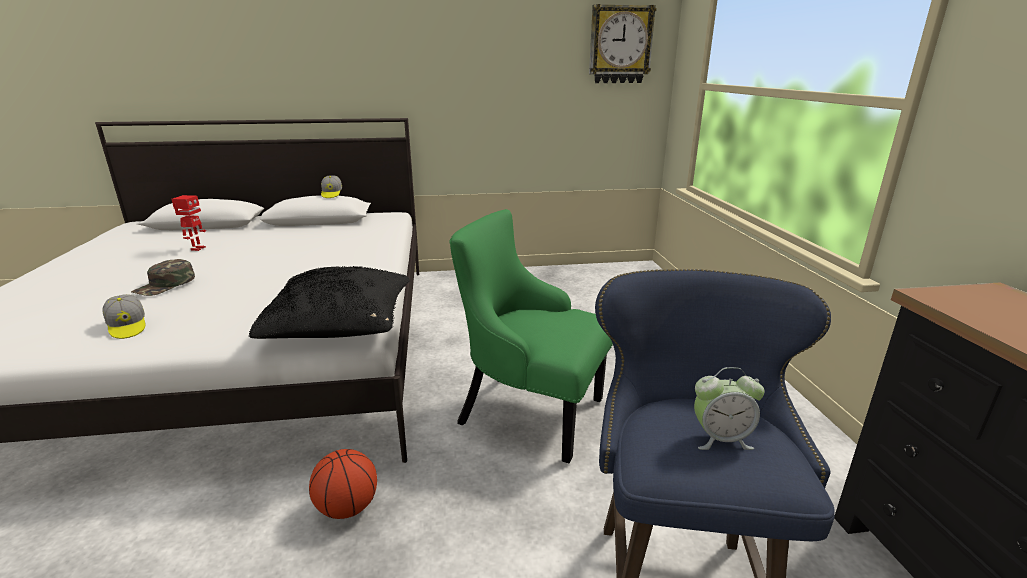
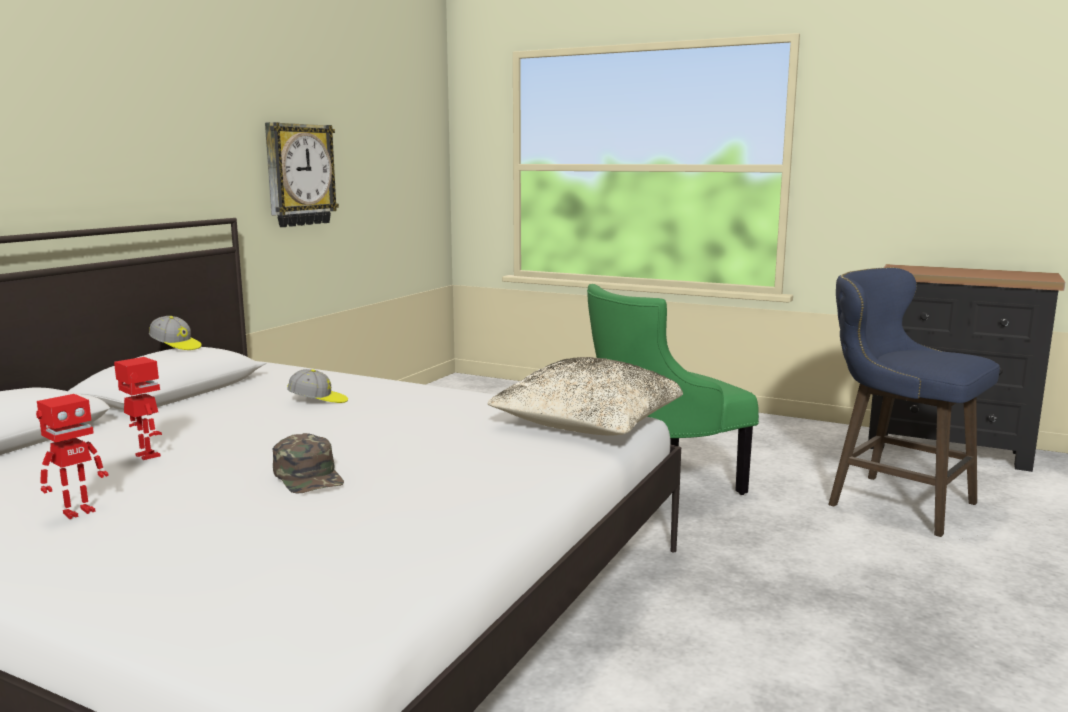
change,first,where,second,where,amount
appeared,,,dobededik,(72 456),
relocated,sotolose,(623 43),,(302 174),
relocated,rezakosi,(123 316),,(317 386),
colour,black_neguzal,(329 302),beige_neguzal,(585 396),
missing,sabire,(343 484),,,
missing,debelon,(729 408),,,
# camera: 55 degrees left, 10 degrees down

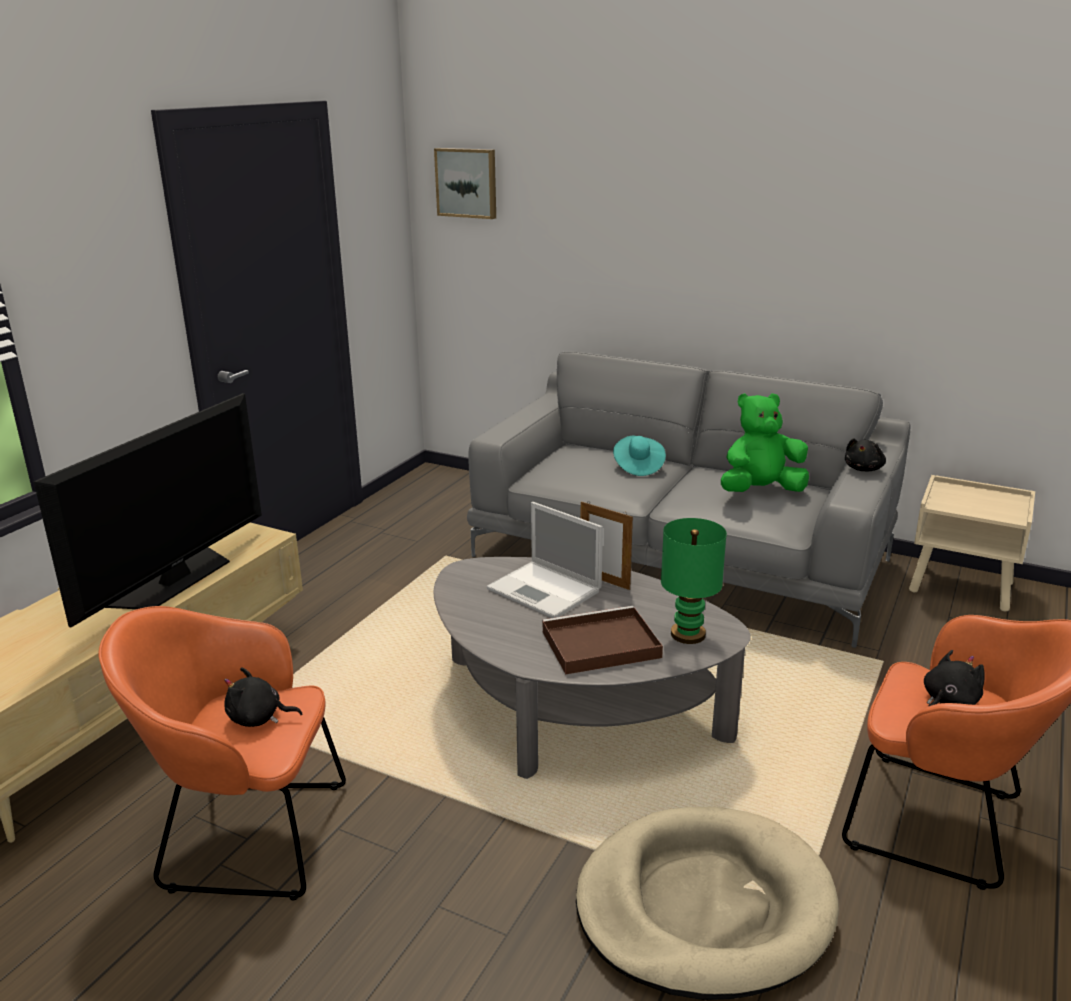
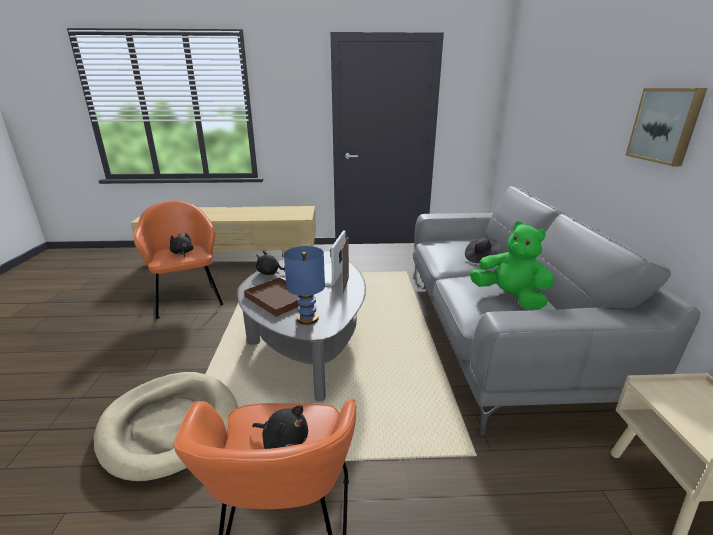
change,first,where,second,where,amount
relocated,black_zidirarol,(865 454),,(270 263),
colour,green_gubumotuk,(694 581),blue_gubumotuk,(304 285),
colour,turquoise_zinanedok,(639 456),black_zinanedok,(483 250),
relocated,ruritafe,(465 183),,(666 127),
missing,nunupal,(148 510),,,
# camera: 60 degrees right, 0 degrees up

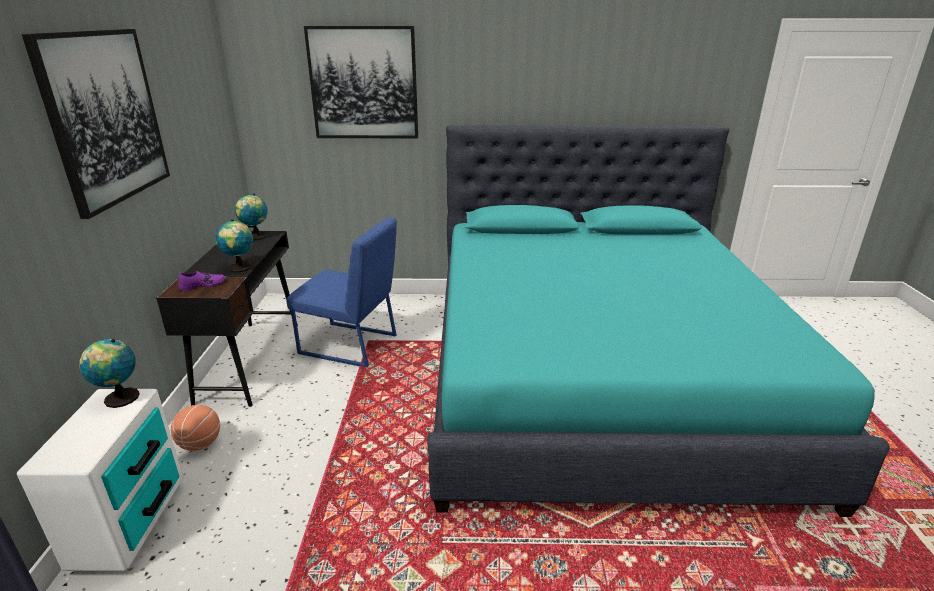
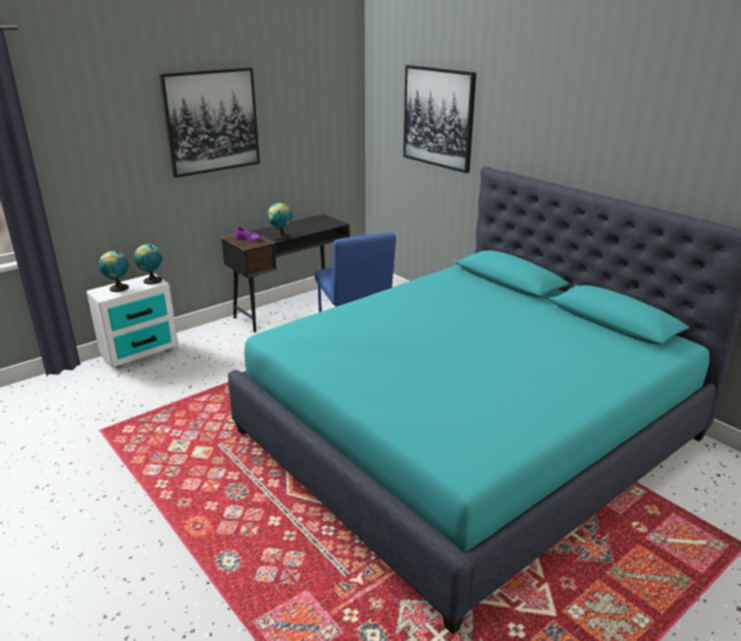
change,first,where,second,where,amount
relocated,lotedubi,(251 217),,(114 271),
missing,sabire,(195 428),,,
# camera: 50 degrees right, 0 degrees up

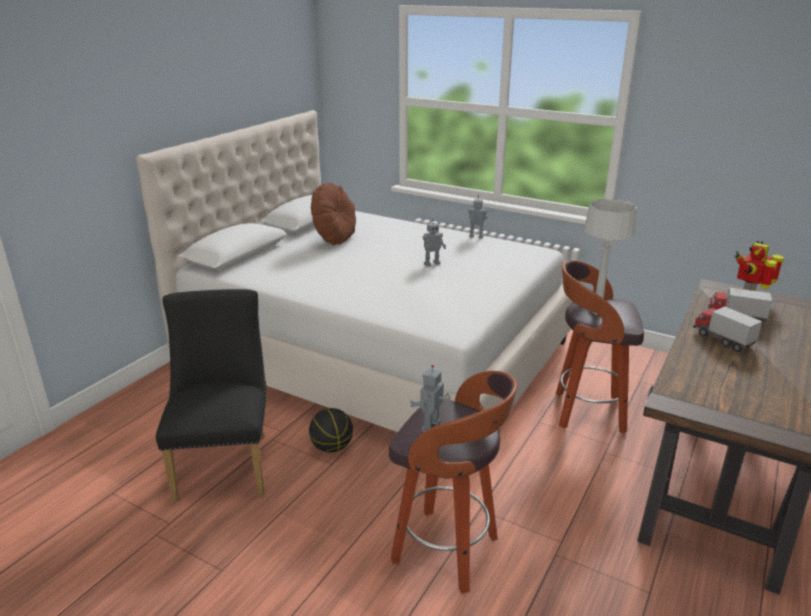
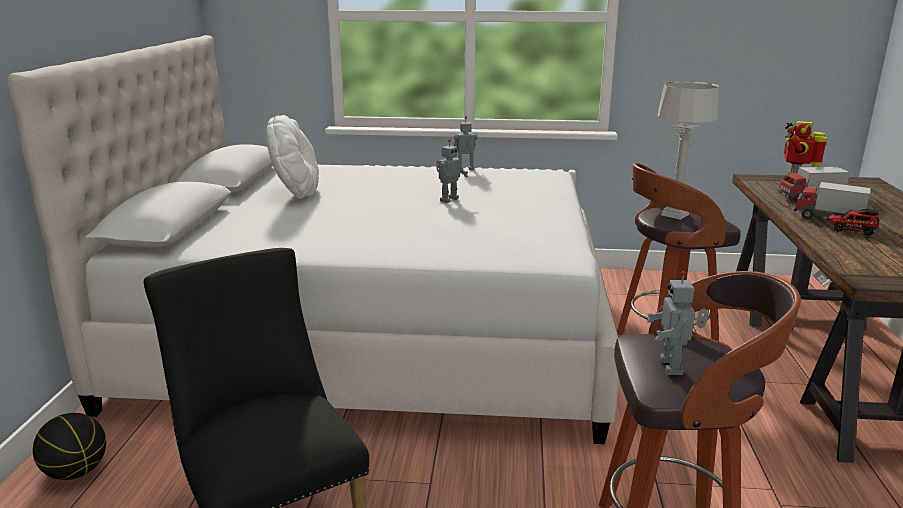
change,first,where,second,where,amount
relocated,sabire,(331 430),,(69 446),
colour,brown_neguzal,(333 214),white_neguzal,(292 157),
appeared,,,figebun,(854 222),
# camera: 25 degrees left, 5 degrees down

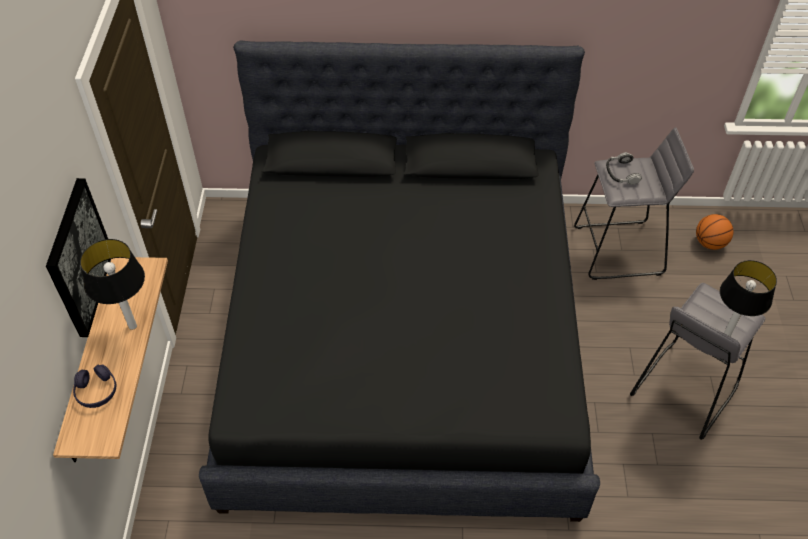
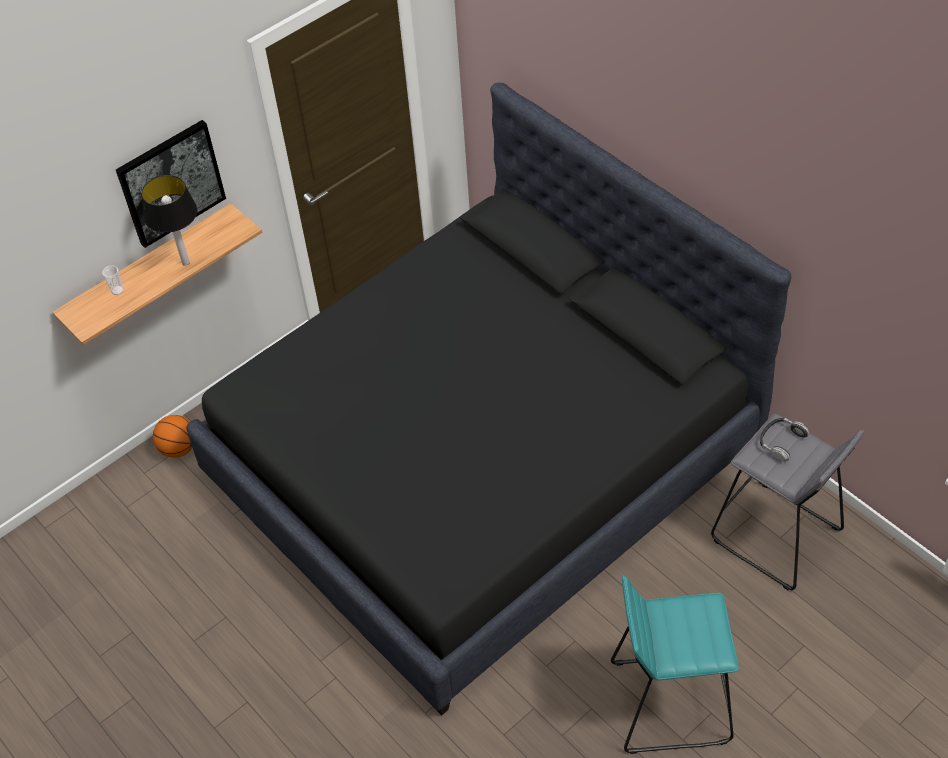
change,first,where,second,where,amount
exchanged,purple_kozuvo,(94 386),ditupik,(113 280),
relocated,sabire,(714 232),,(172 436),
colour,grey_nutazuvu,(697 361),turquoise_nutazuvu,(675 664),
missing,gubumotuk,(748 298),,,
# camera: 50 degrees right, 0 degrees up

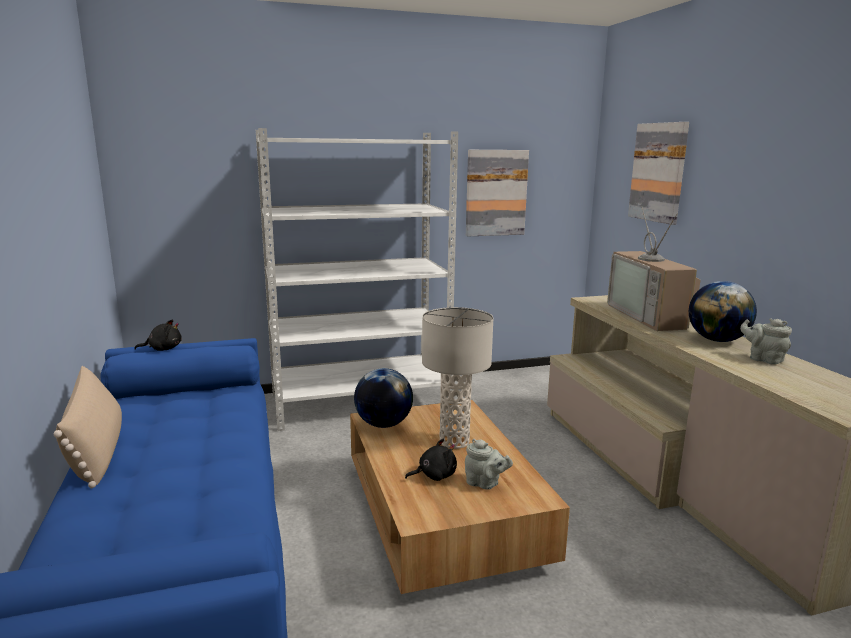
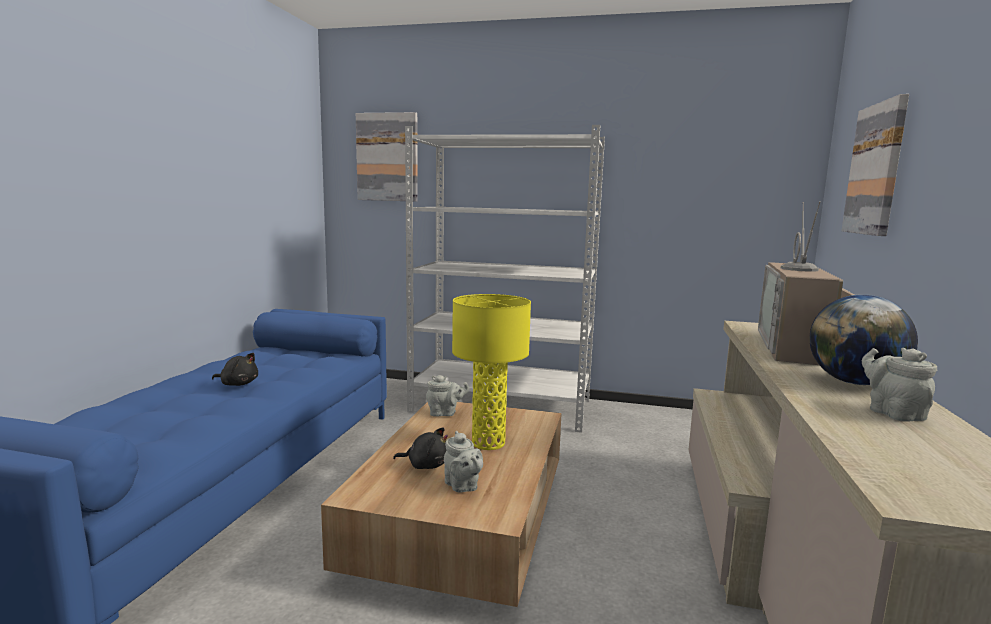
change,first,where,second,where,amount
relocated,black_zidirarol,(158 335),,(235 369),
relocated,ruritafe,(497 193),,(387 157),
exchanged,lotedubi,(383 398),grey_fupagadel,(447 396),
colour,white_gubumotuk,(457 378),yellow_gubumotuk,(491 372),
missing,beige_neguzal,(88 427),,,
# camera: 30 degrees right, 5 degrees down

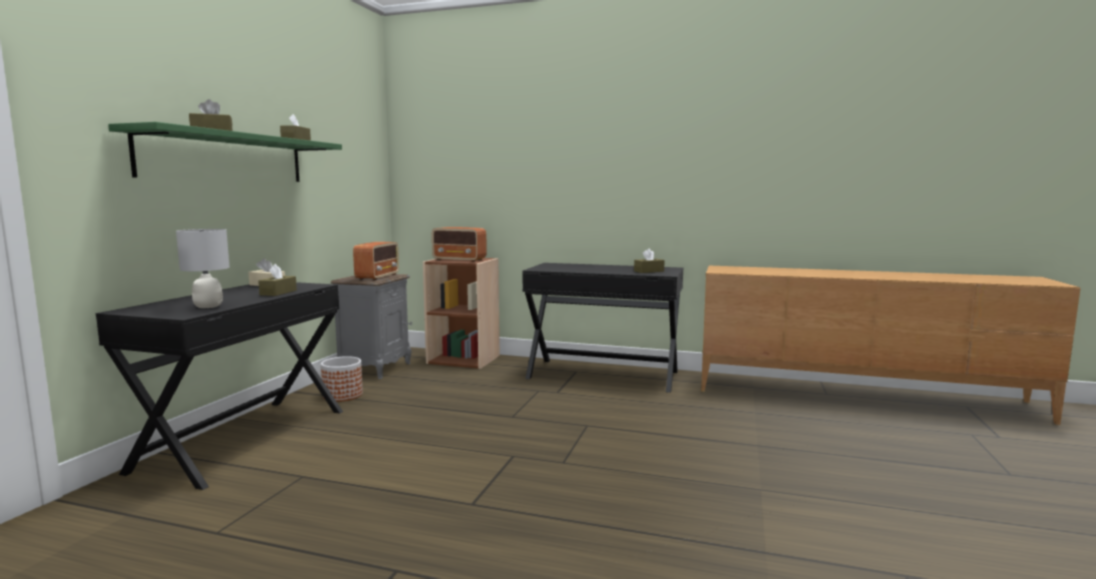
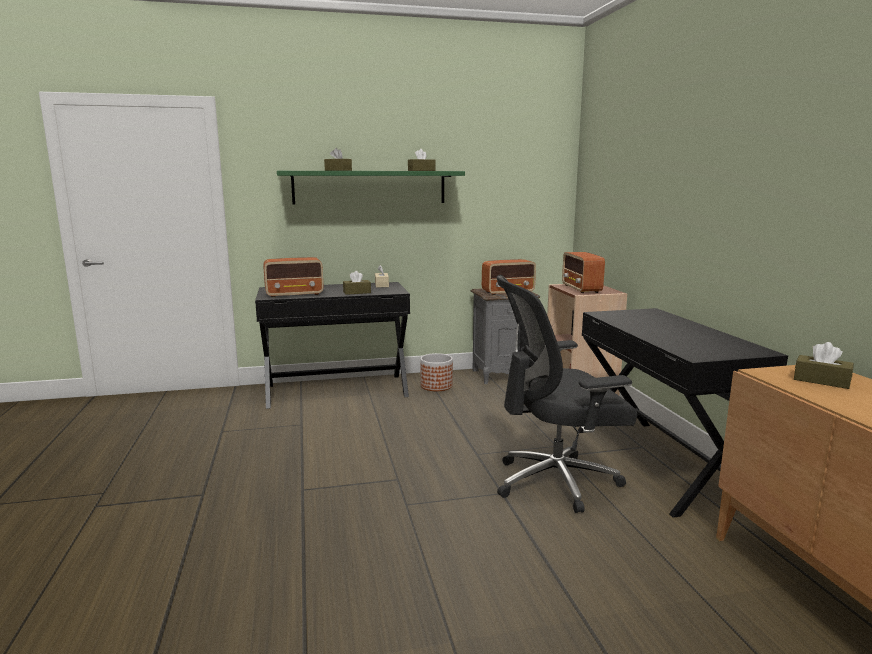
change,first,where,second,where,amount
exchanged,grey_gubumotuk,(203 268),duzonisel,(293 277),
appeared,,,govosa,(567 394),
relocated,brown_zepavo,(649 260),,(824 365),
# camera: 60 degrees right, 5 degrees up

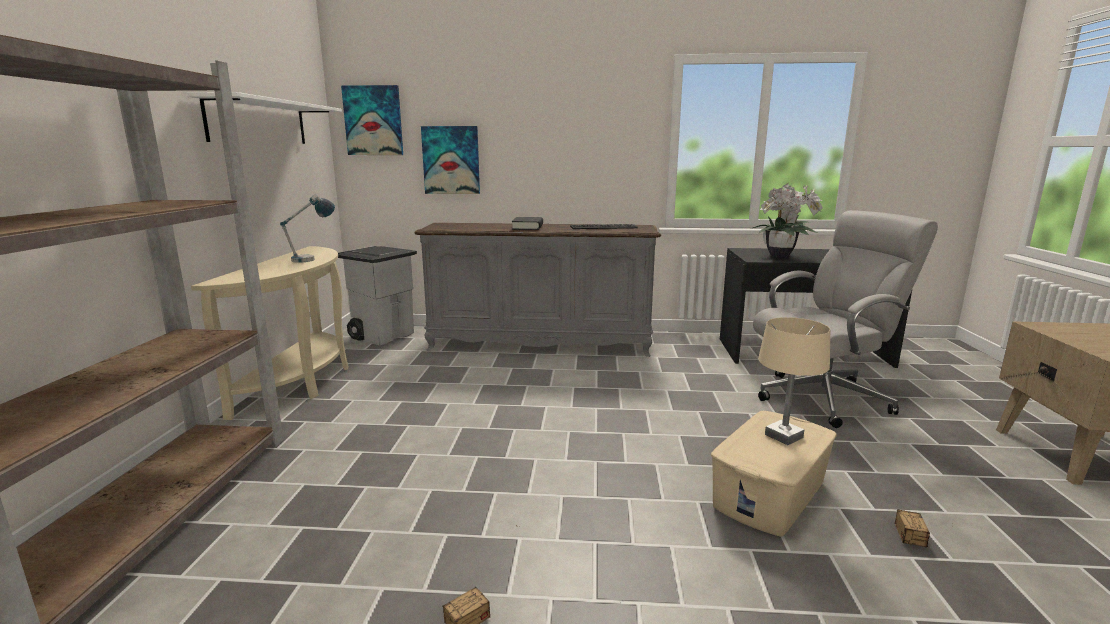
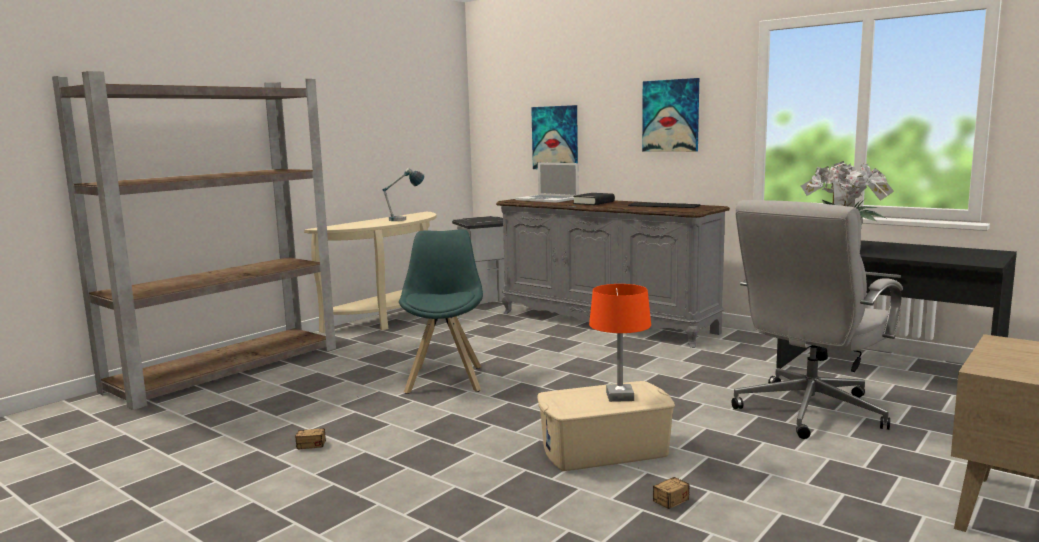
change,first,where,second,where,amount
appeared,,,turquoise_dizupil,(441 311),
appeared,,,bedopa,(547 182),
colour,beige_gubumotuk,(794 381),orange_gubumotuk,(620 343),
relocated,ruritafe,(372 120),,(670 115),
spun,grey_govosa,(845 319),,(817 319),120 degrees clockwise
missing,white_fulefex,(264 118),,,
# camera: 35 degrees right, 5 degrees down

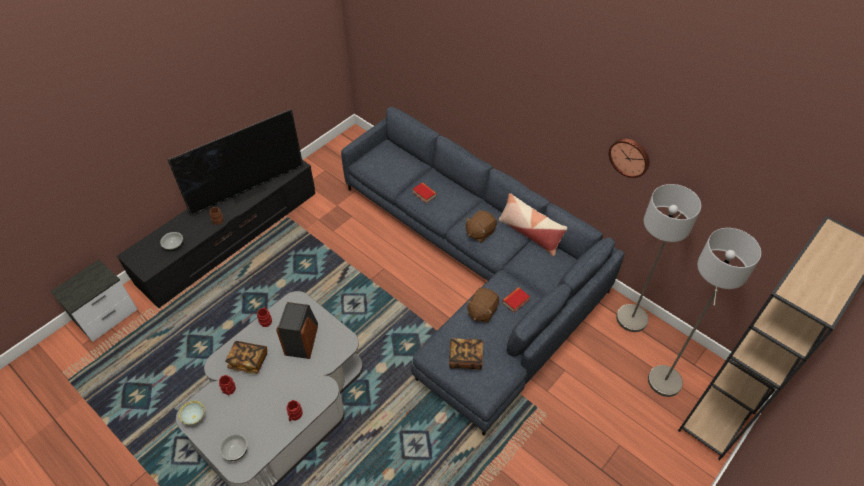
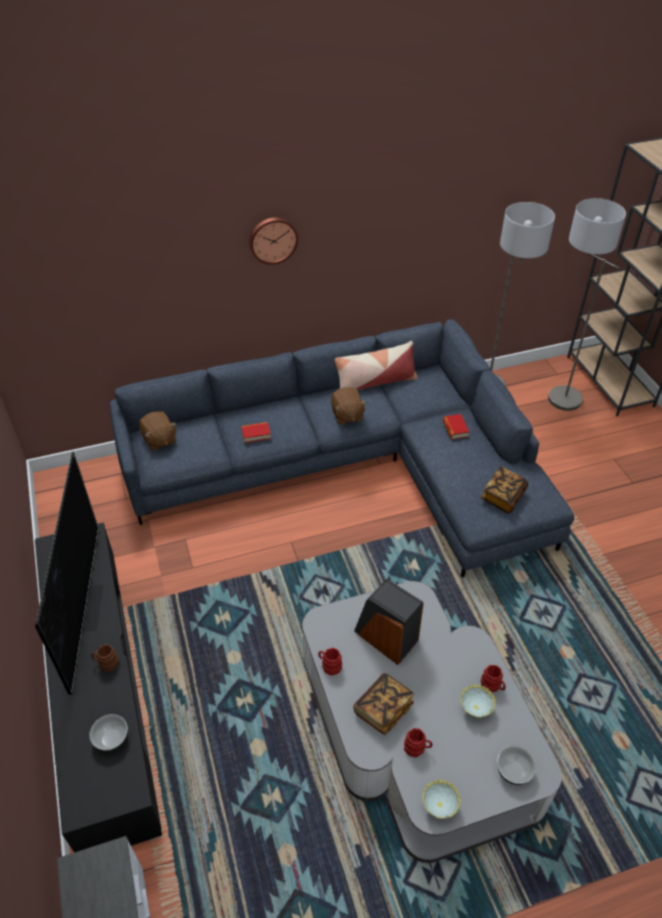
change,first,where,second,where,amount
relocated,brown_zidirarol,(482 305),,(158 431),
relocated,sotolose,(629 158),,(273 241),
appeared,,,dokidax,(478 700),
# camera: 60 degrees left, 5 degrees down

